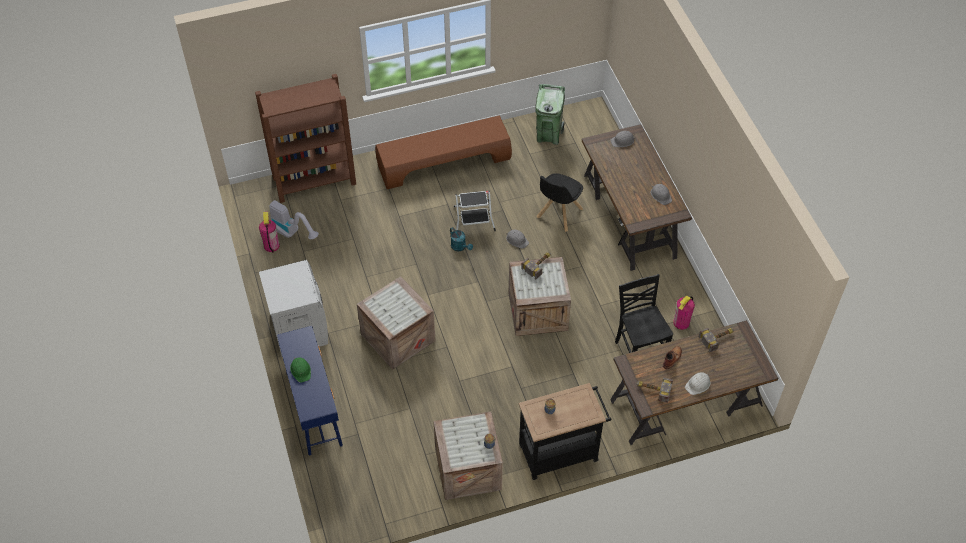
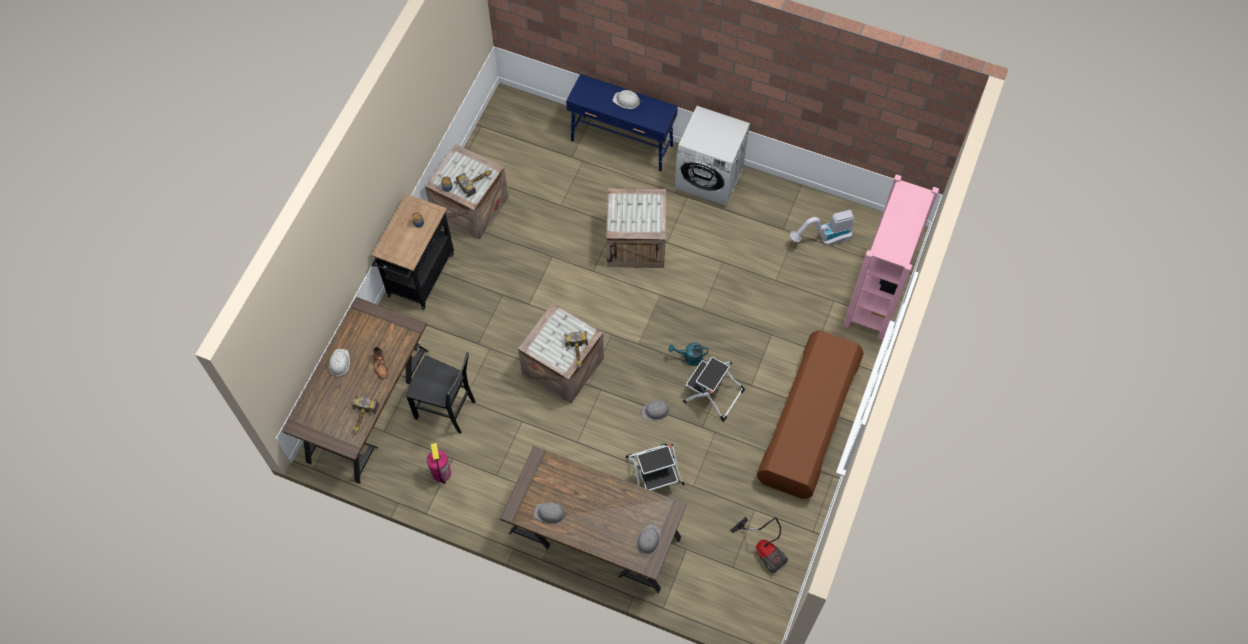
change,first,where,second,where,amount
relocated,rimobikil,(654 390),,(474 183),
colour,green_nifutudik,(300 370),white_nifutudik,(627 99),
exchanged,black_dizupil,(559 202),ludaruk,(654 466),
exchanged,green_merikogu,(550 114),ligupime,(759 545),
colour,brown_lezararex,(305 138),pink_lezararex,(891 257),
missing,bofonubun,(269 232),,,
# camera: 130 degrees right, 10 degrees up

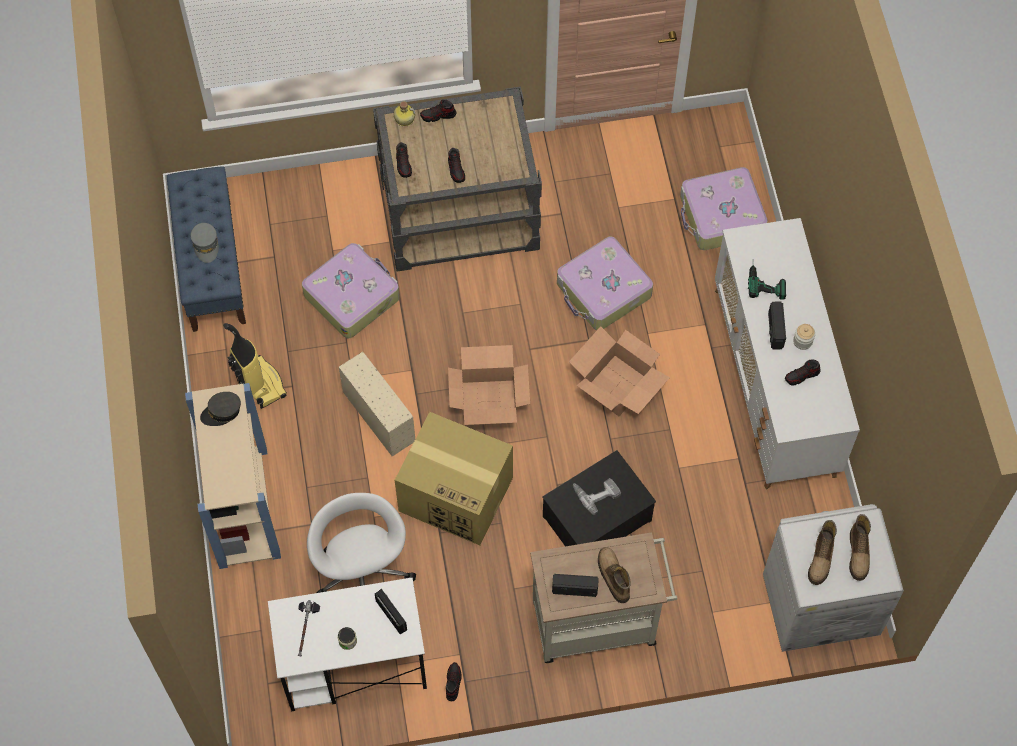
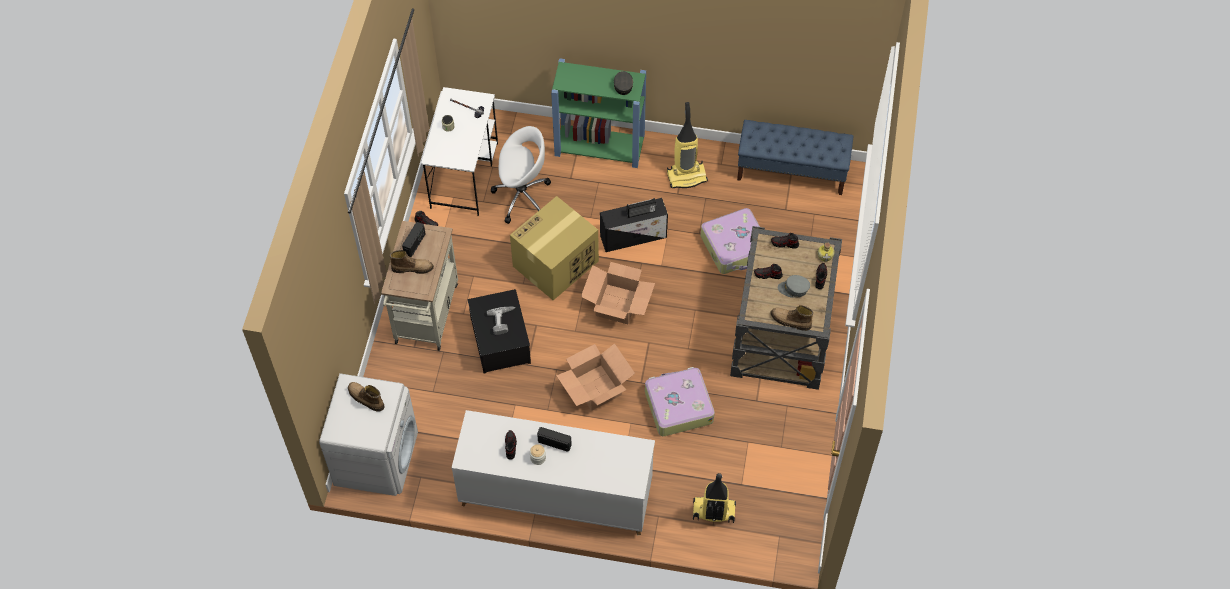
change,first,where,second,where,amount
colour,beige_lezararex,(233 476),green_lezararex,(598 113),
colour,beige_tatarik,(377 404),black_tatarik,(634 225),
relocated,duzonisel,(391 612),,(641 208),
exchanged,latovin,(724 208),ligupime,(714 498),
relocated,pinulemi,(860 547),,(791 318),
relocated,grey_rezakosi,(205 243),,(794 286),
missing,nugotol,(767 282),,,
# camera: 110 degrees right, 5 degrees down

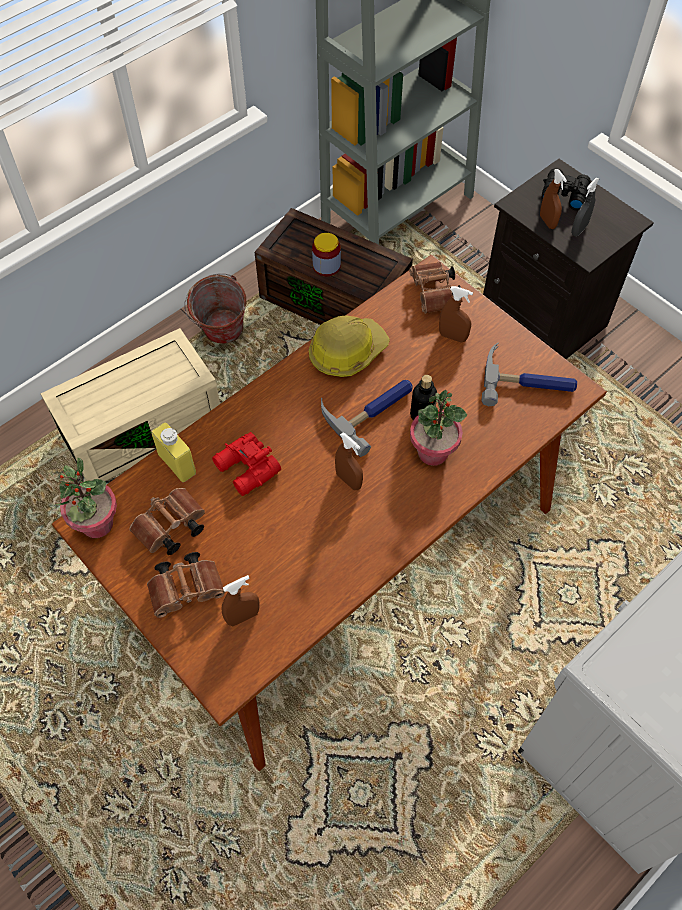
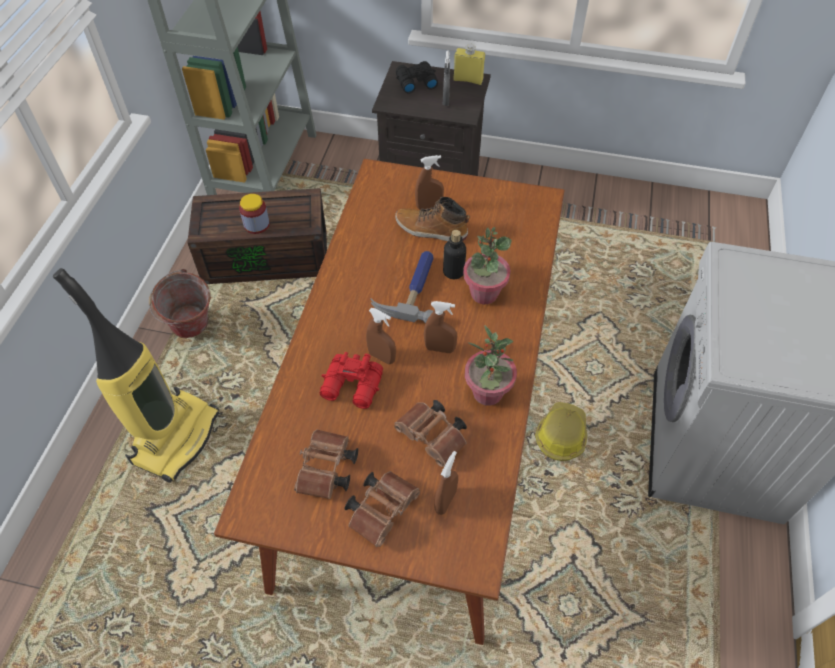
change,first,where,second,where,amount
exchanged,beige_tatarik,(130 404),ligupime,(136 375),
relocated,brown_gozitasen,(553 199),,(381 336),
relocated,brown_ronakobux,(435 288),,(430 433),
appeared,,,pinulemi,(432 219),
relocated,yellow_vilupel,(173 452),,(469 64),
relocated,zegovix,(86 498),,(491 365),
relocated,nifutudik,(349 346),,(561 431),
missing,rimobikil,(529 374),,,
# camera: 35 degrees left, 5 degrees down

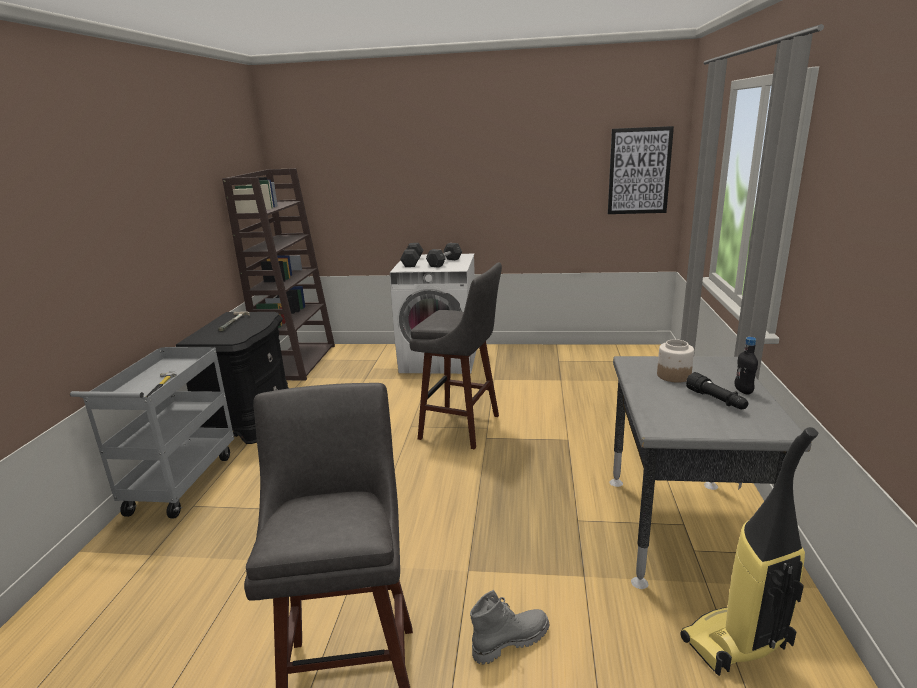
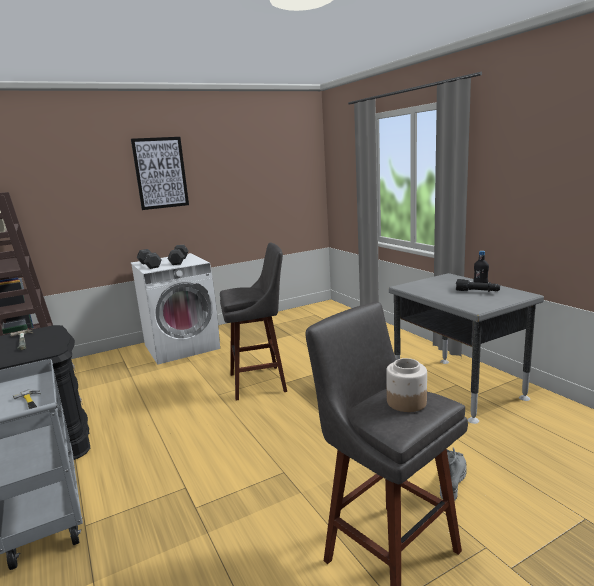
change,first,where,second,where,amount
relocated,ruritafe,(641 170),,(160 173),
relocated,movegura,(675 361),,(406 385),
missing,ligupime,(749 551),,,
# camera: 35 degrees left, 5 degrees down

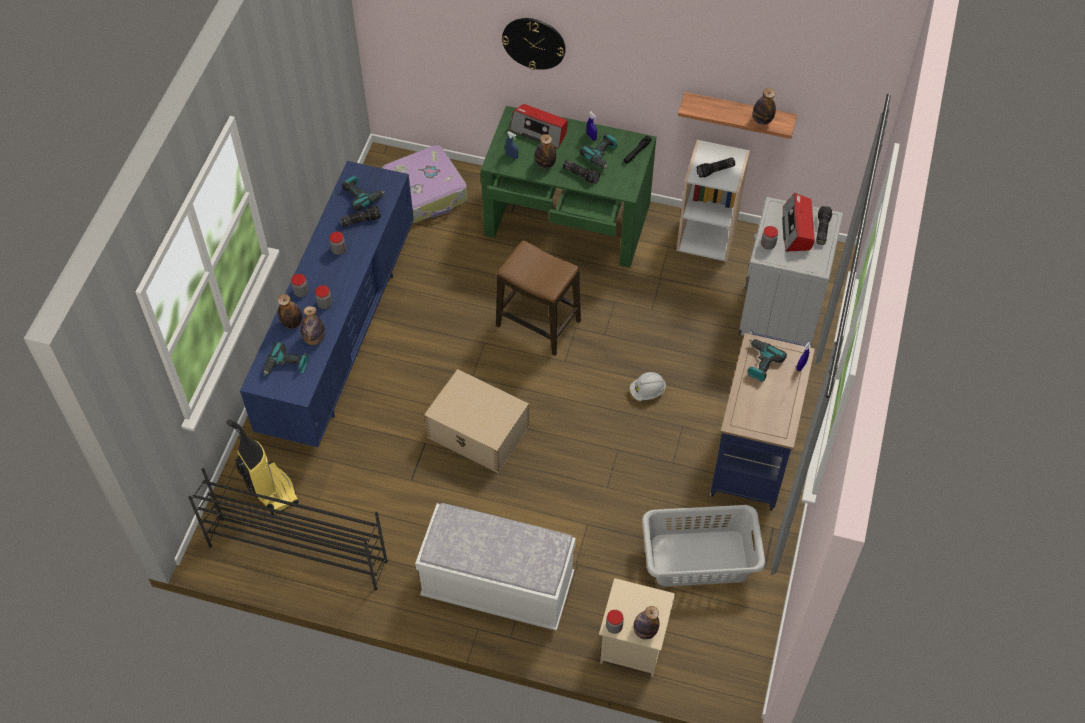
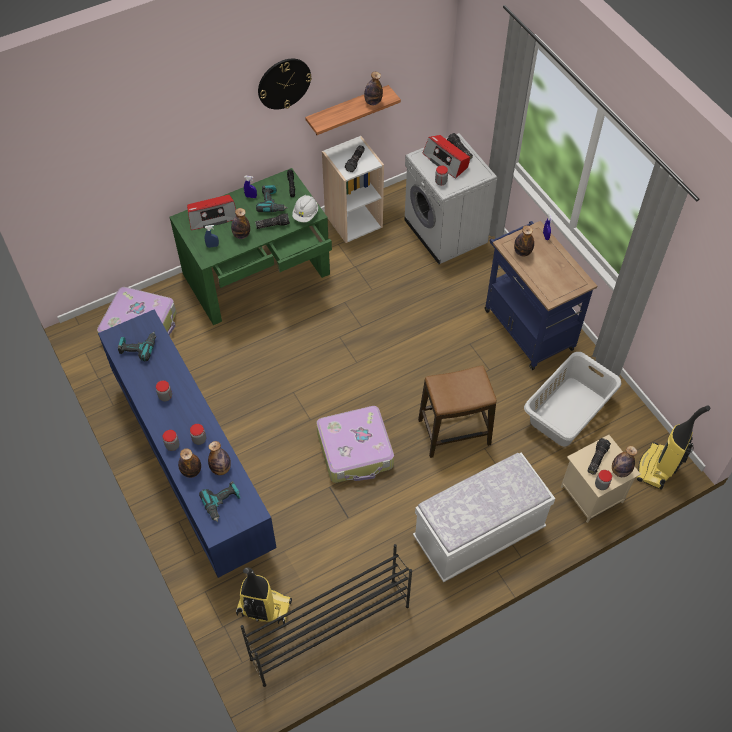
change,first,where,second,where,amount
relocated,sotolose,(534 44),,(285 84),
relocated,white_nifutudik,(648 386),,(305 208),
exchanged,beige_tatarik,(476 421),latovin,(355 444),
relocated,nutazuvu,(538 298),,(457 411),
exchanged,nugotol,(767 360),vilupel,(524 240),
relocated,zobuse,(360 216),,(599 456),
appeared,,,ligupime,(673 448),
# camera: 45 degrees left, 0 degrees up

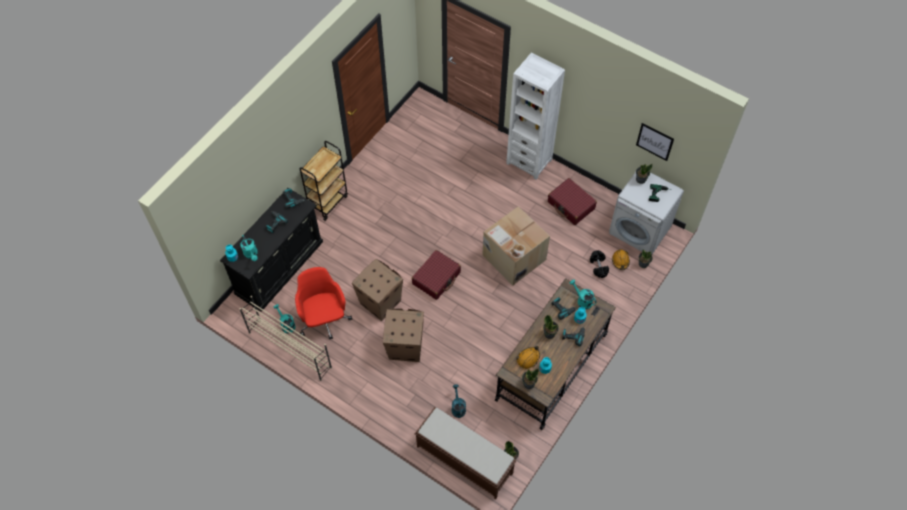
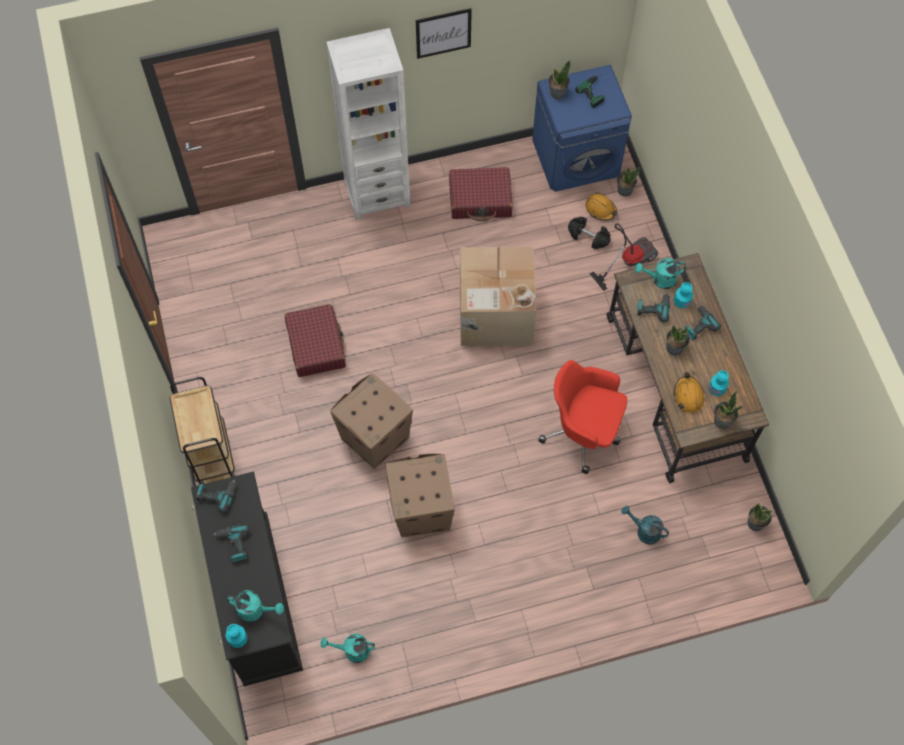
change,first,where,second,where,amount
relocated,red_latovin,(436 275),,(315 340),
relocated,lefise,(403 335),,(371 421),
relocated,ruritafe,(655 142),,(444 33),
colour,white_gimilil,(646 213),blue_gimilil,(582 128),
relocated,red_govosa,(323 303),,(582 417),
appeared,,,ligupime,(624 257),
missing,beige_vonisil,(285 338),,,
missing,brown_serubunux,(465 453),,,
# camera: 50 degrees left, 5 degrees up

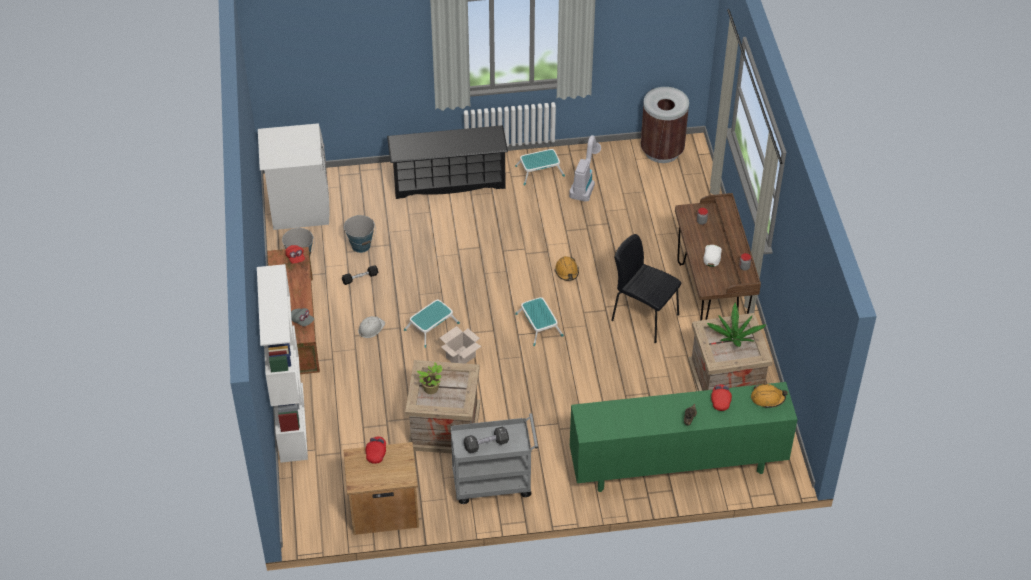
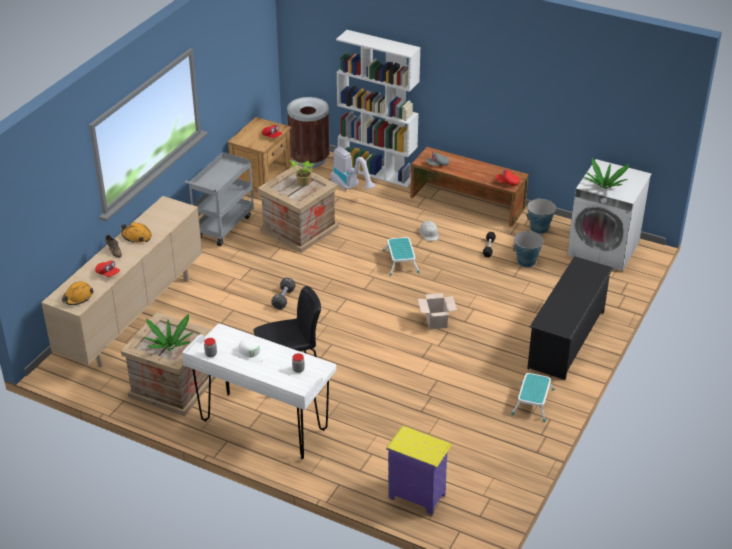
change,first,where,second,where,amount
colour,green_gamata,(684 437),beige_gamata,(121 281),
relocated,orange_nifutudik,(567 268),,(136 232),
colour,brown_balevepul,(718 257),white_balevepul,(259 391),
relocated,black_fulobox,(486 440),,(283 294),
relocated,brown_merikogu,(665 125),,(308 132),
relocated,ligupime,(585 168),,(353 168),
appeared,,,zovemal,(419 470),
relocated,lefise,(460 345),,(437 311),
appeared,,,zegovix,(607 173),
missing,turquoise_ludaruk,(539 321),,,
# camera: 125 degrees right, 10 degrees down

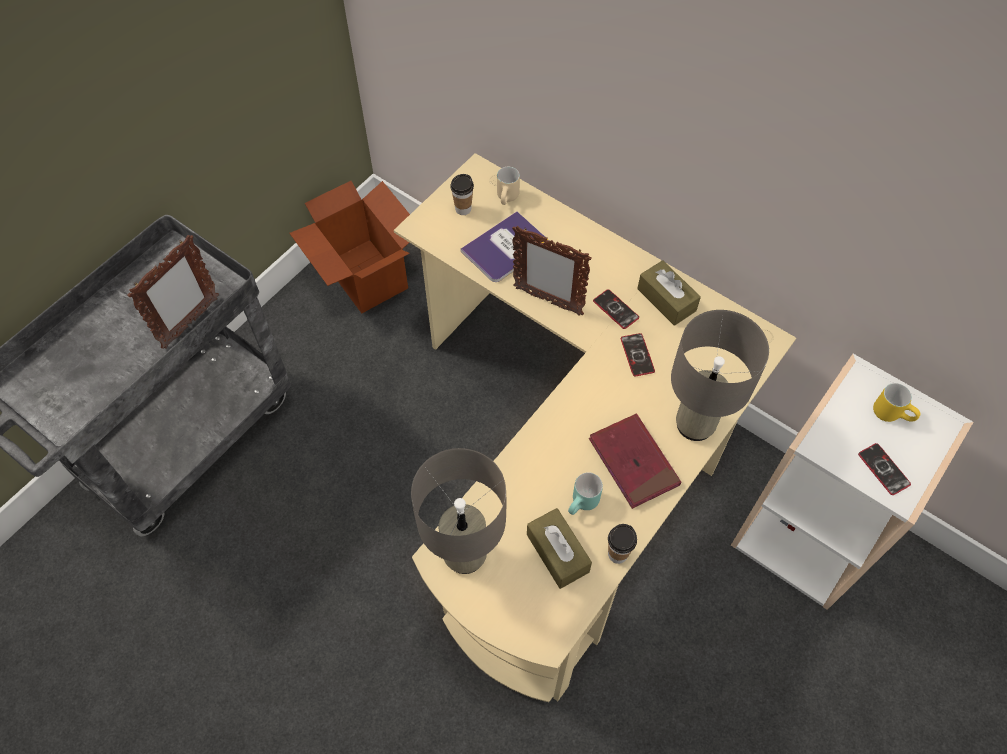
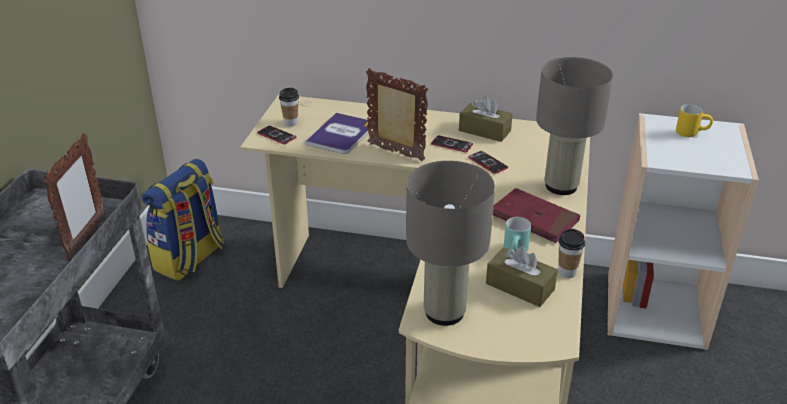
change,first,where,second,where,amount
exchanged,lefise,(349 247),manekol,(183 220),
relocated,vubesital,(884 469),,(276 135),
spun,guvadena,(552 271),,(397 114),150 degrees counterclockwise
missing,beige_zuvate,(508 186),,,
# camera: 25 degrees left, 25 degrees down

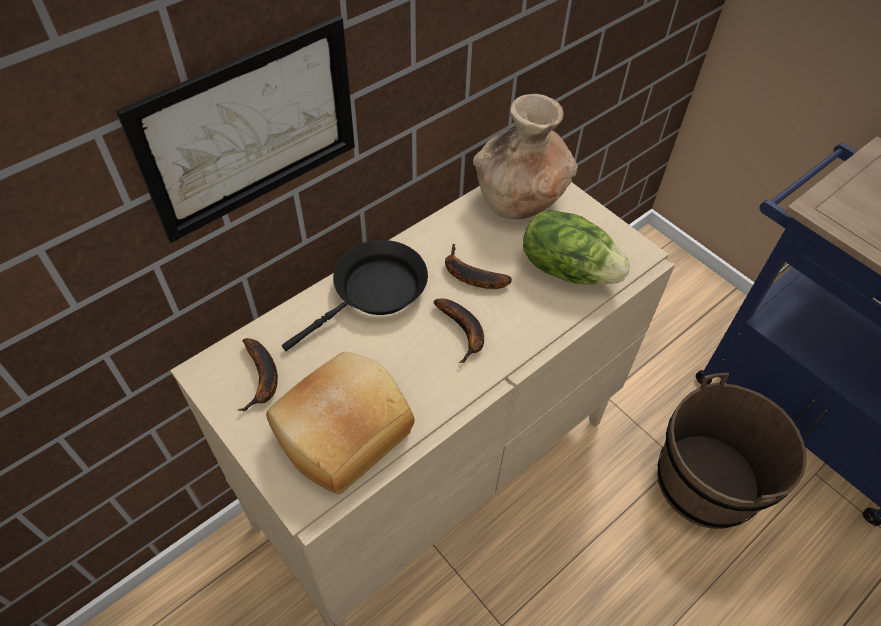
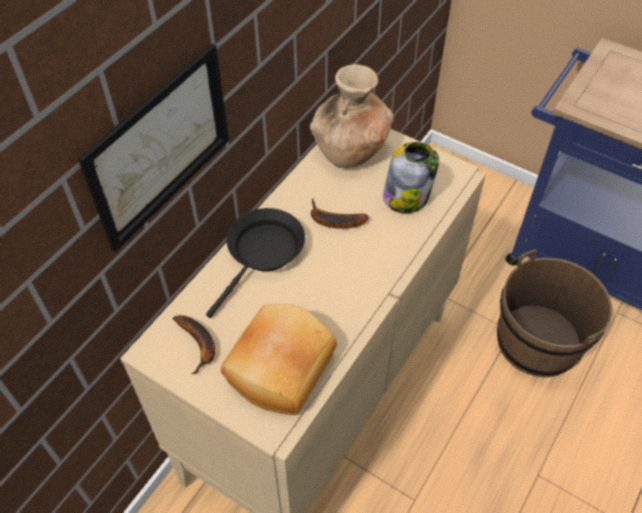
change,first,where,second,where,amount
exchanged,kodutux,(576 247),movegura,(411 177),
missing,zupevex,(458 331),,,
# camera: 15 degrees left, 0 degrees up

